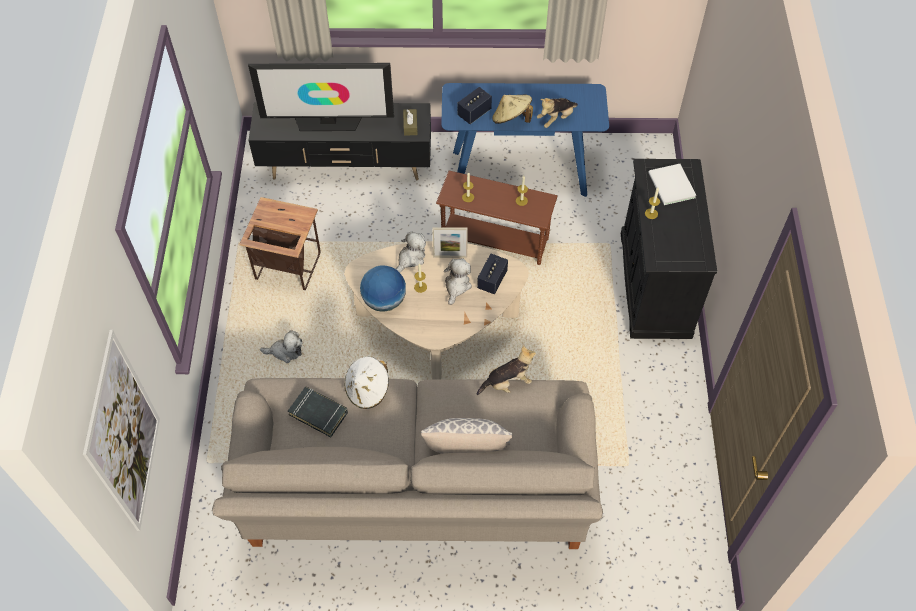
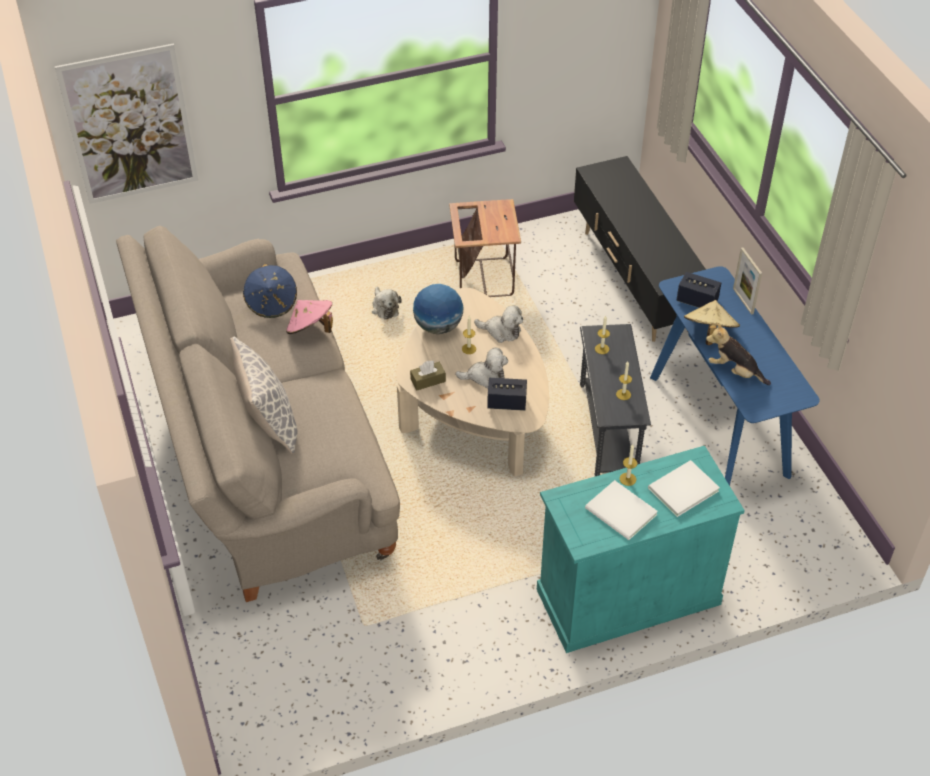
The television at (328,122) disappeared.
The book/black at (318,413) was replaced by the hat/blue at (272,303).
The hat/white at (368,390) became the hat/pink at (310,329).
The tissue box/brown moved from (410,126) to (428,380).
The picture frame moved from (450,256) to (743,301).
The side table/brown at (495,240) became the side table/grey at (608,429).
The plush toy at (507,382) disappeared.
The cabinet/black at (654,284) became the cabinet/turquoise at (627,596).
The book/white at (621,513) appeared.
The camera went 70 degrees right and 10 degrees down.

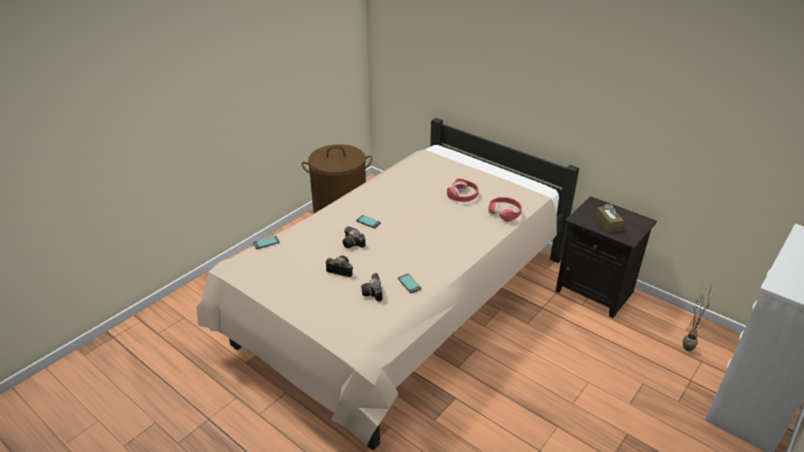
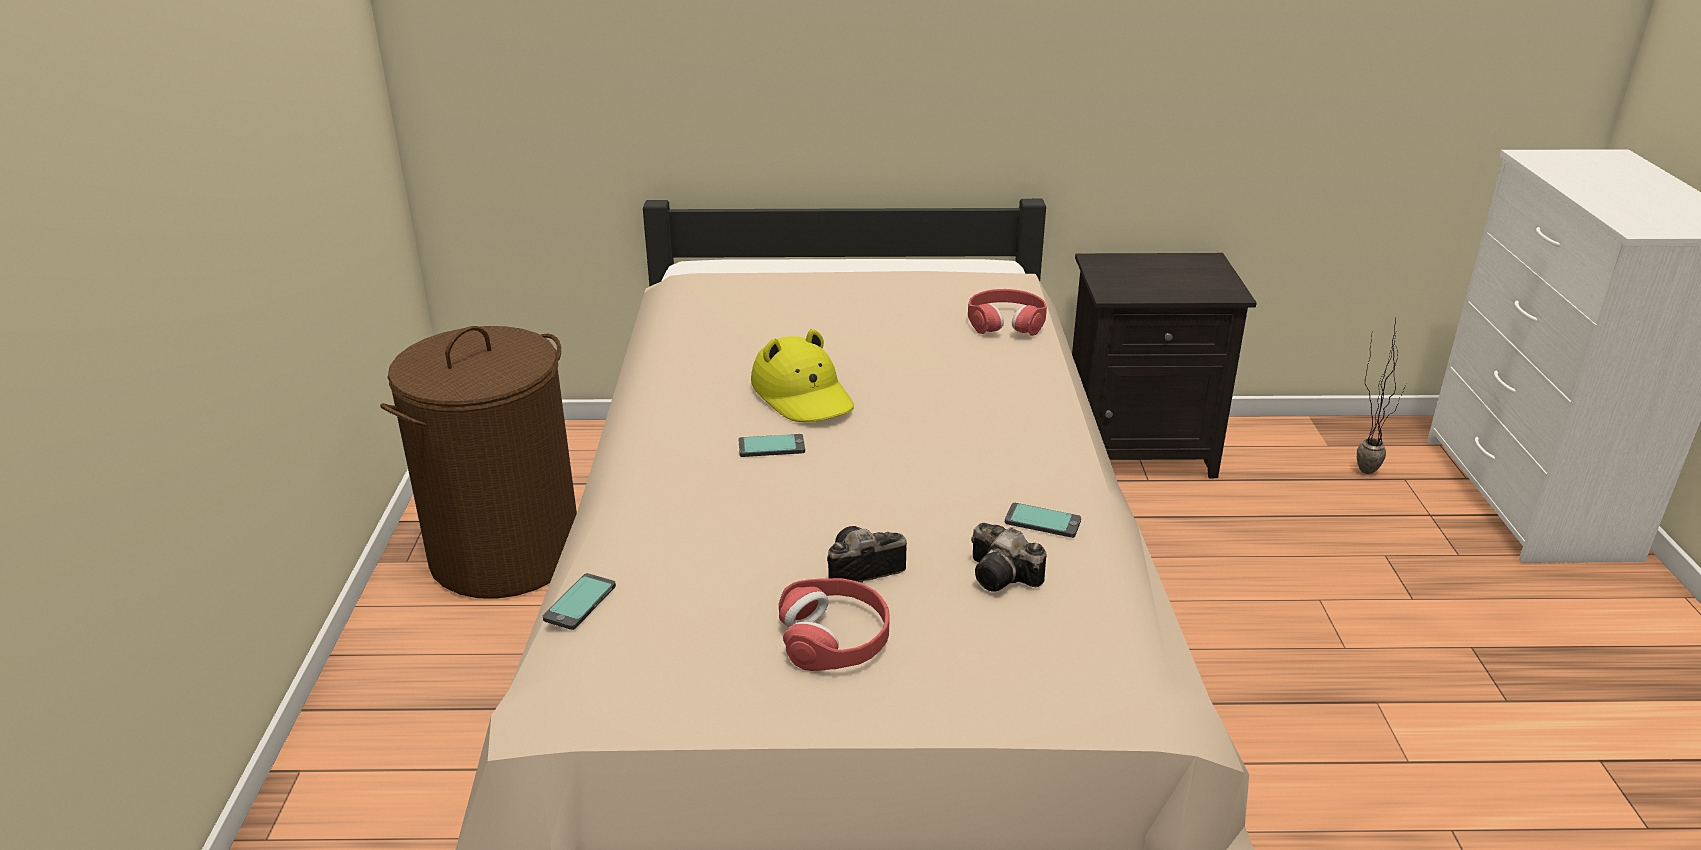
The photo camera at (353,244) disappeared.
The headphones/red moved from (463,195) to (835,637).
The tissue box/brown at (608,223) disappeared.
The hat/yellow at (803,395) appeared.
The camera went 40 degrees left and 5 degrees down.

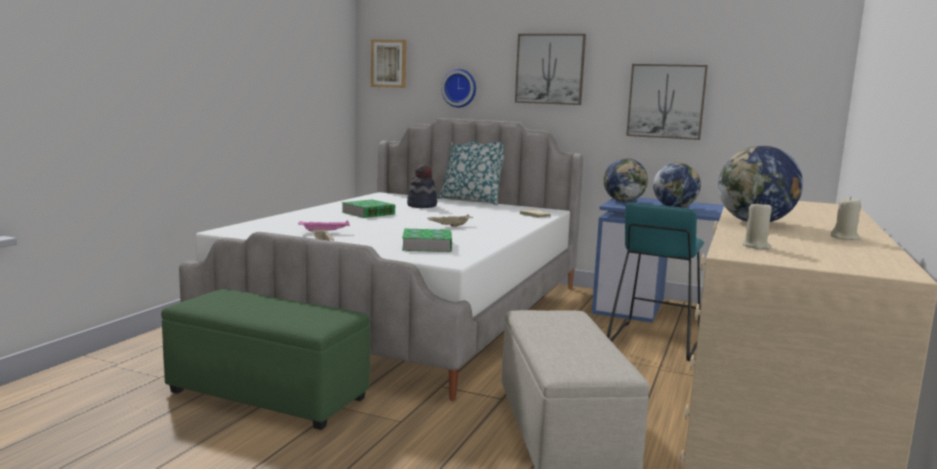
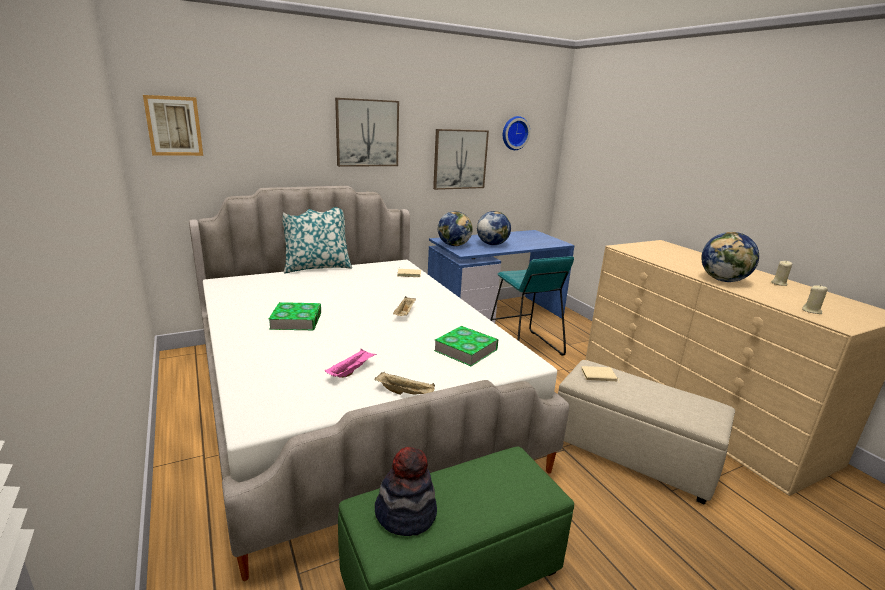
The hat moved from (422,206) to (406,514).
The wall clock moved from (460,88) to (514,133).
The book/beige at (598,376) appeared.
The camera went 50 degrees left and 10 degrees up.

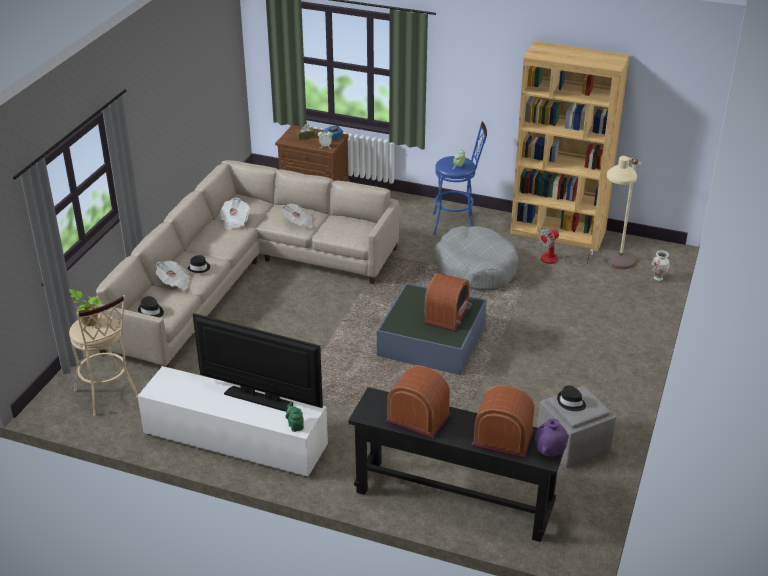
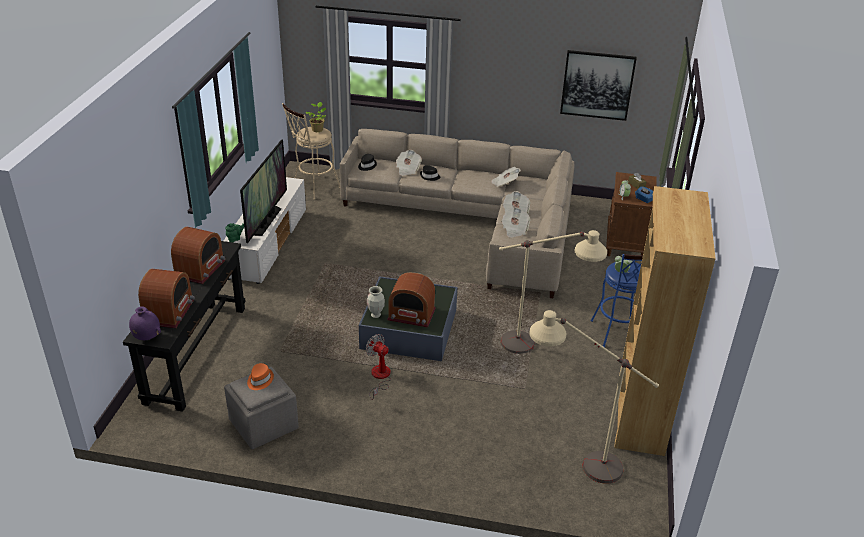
The dog bed/grey at (476,268) was replaced by the floor lamp/beige at (539,352).
The fan moved from (556,260) to (379,377).
The hat/black at (571,402) became the hat/orange at (259,380).
The vase moved from (658,278) to (375,315).
The newspaper at (514,230) appeared.
The picture at (597,85) appeared.
The camera went 80 degrees right and 0 degrees up.

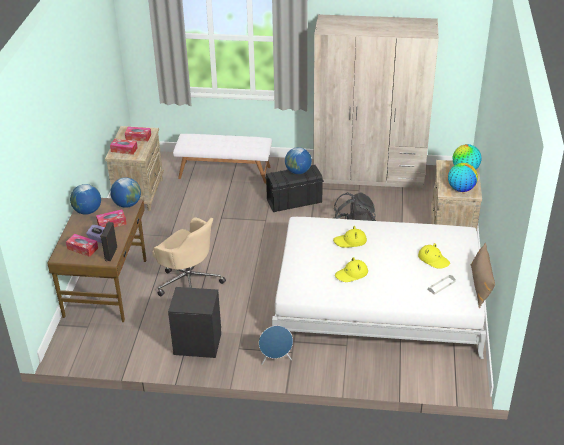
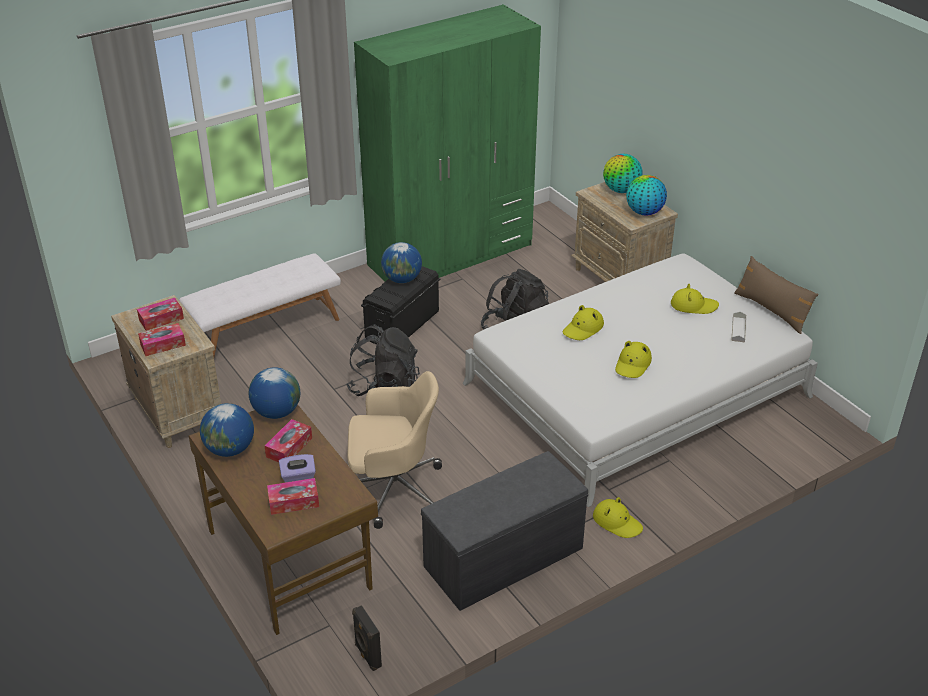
The speaker/black moved from (110,254) to (367,656).
The nightstand/black at (197,344) was replaced by the bench/grey at (503,559).
The speaker/blue at (276,360) was replaced by the hat/yellow at (617,522).
The wardrobe/beige at (369,174) became the wardrobe/green at (451,255).
The backpack/black at (384,386) appeared.
The camera went 40 degrees left and 0 degrees up.

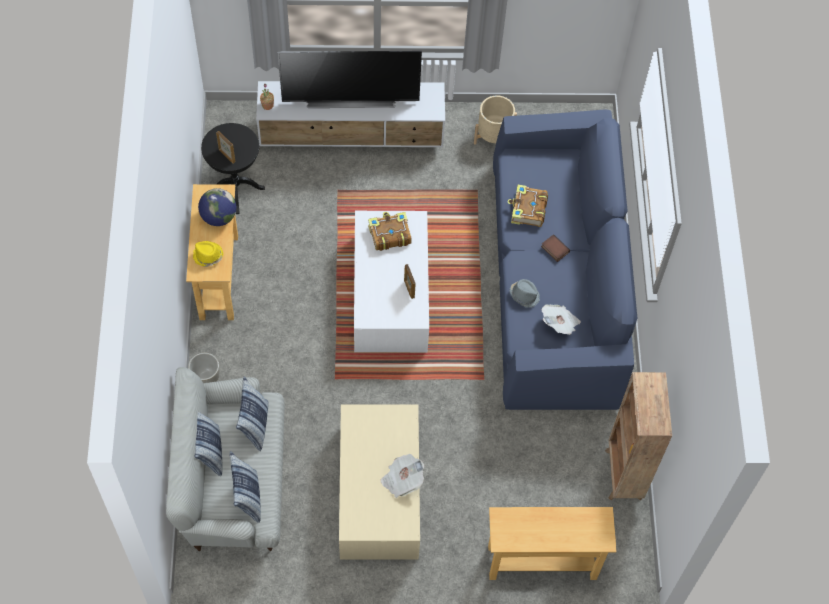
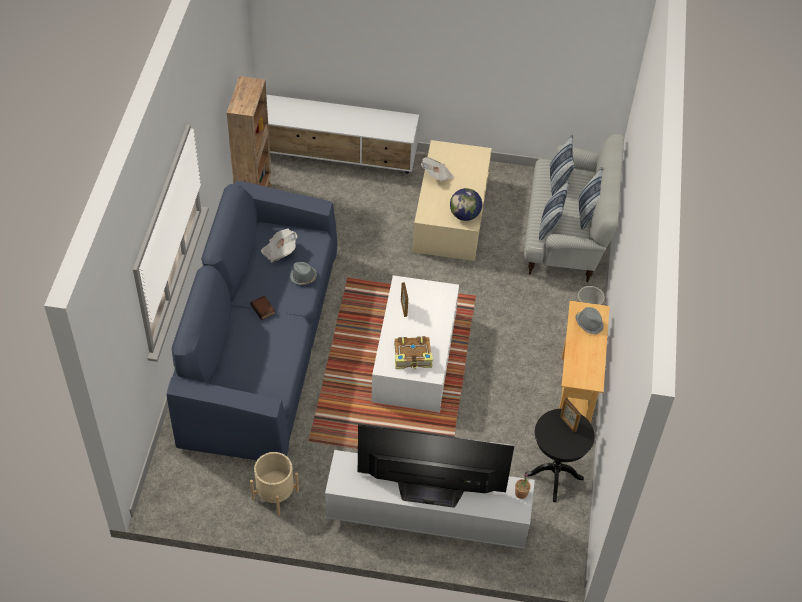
The hat/yellow at (208,256) became the hat/grey at (589,323).
The globe moved from (219,217) to (464,215).
The console table/beige at (542,562) was replaced by the tv stand/white at (336,156).
The book at (527,210) disappeared.
The camera went 170 degrees left and 10 degrees down.

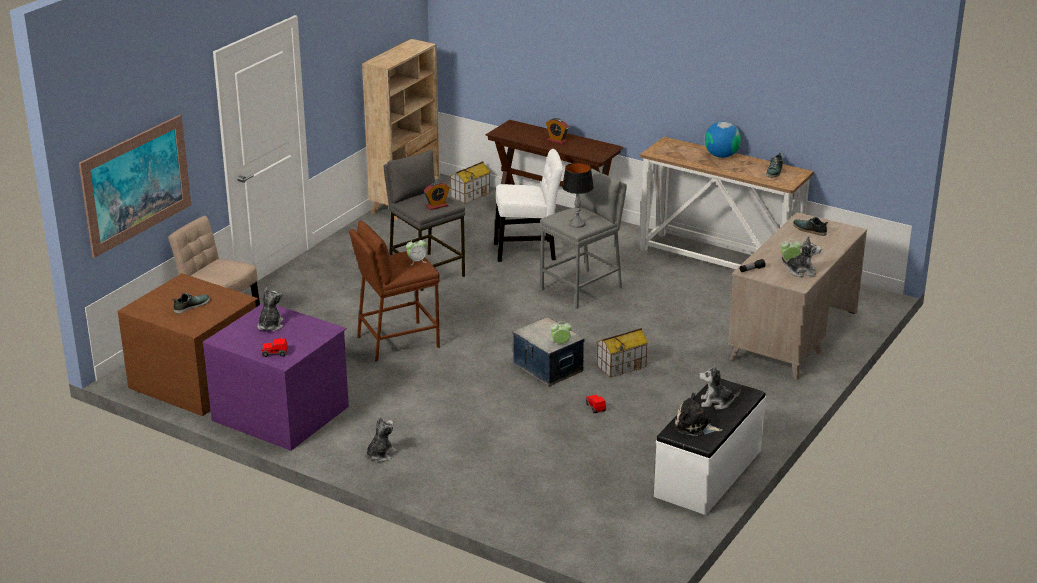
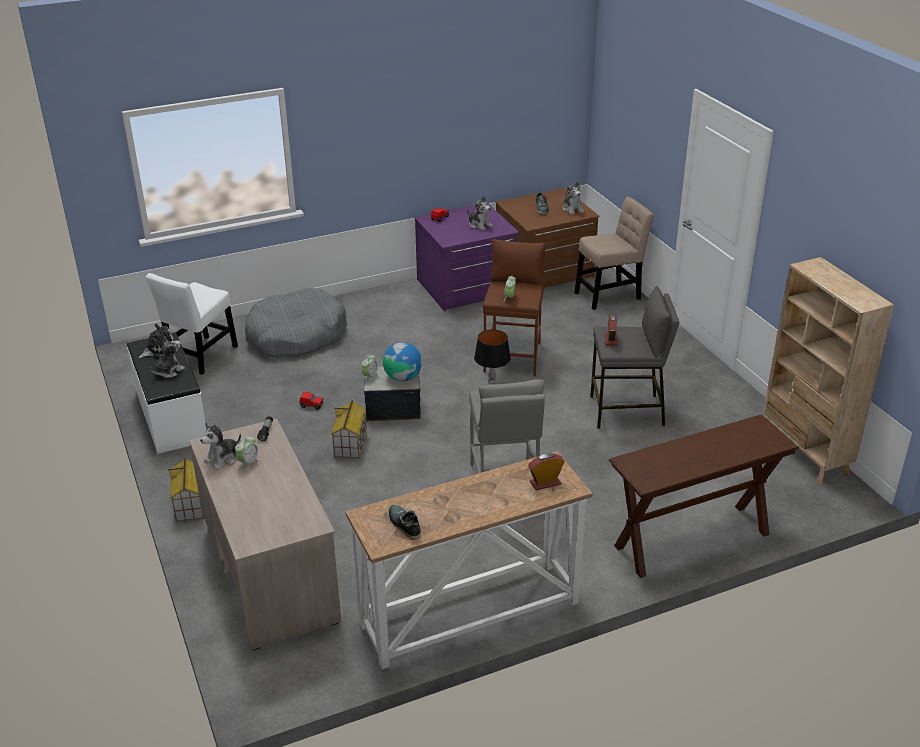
The picture at (136,184) disappeared.
The plush toy moved from (380,454) to (572,209).
The toy house moved from (470,195) to (190,505).
The chair/white moved from (528,251) to (200,357).
The alarm clock moved from (557,141) to (545,483).
The globe moved from (721,155) to (402,377).
The shoe at (809,230) disappeared.
The dog bed/grey at (296,336) appeared.
The camera went 125 degrees right and 5 degrees up.

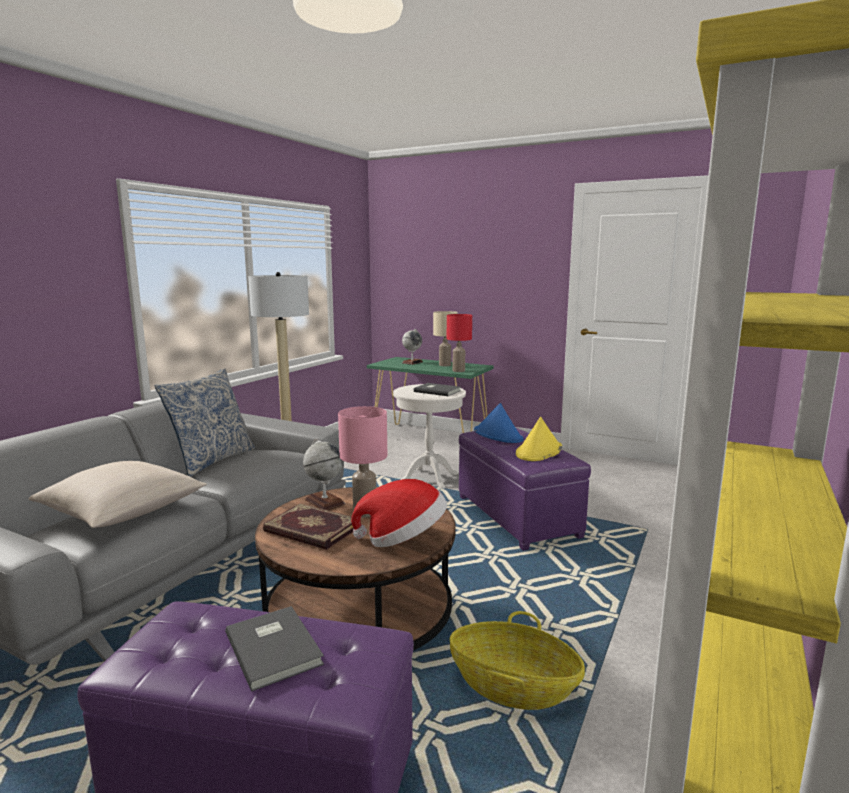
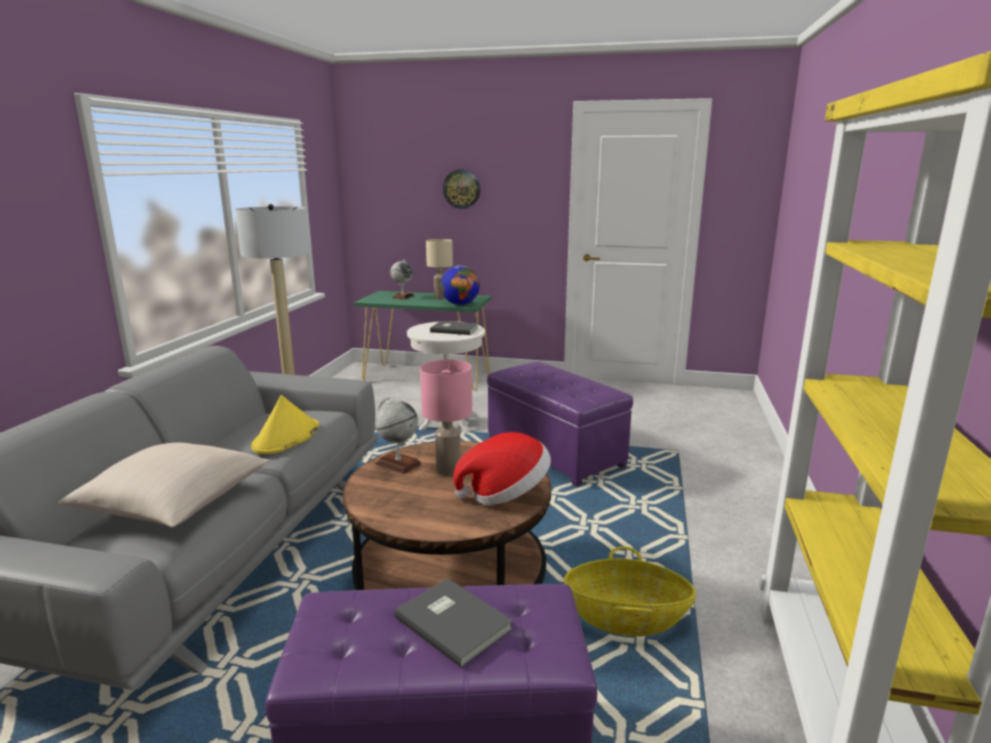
The pillow at (211,460) disappeared.
The book at (311,530) disappeared.
The table lamp/red at (458,371) was replaced by the globe at (460,304).
The hat/blue at (498,435) disappeared.
The hat/yellow moved from (539,451) to (286,437).
The wall clock at (461,189) appeared.
The camera went 15 degrees left and 5 degrees up.

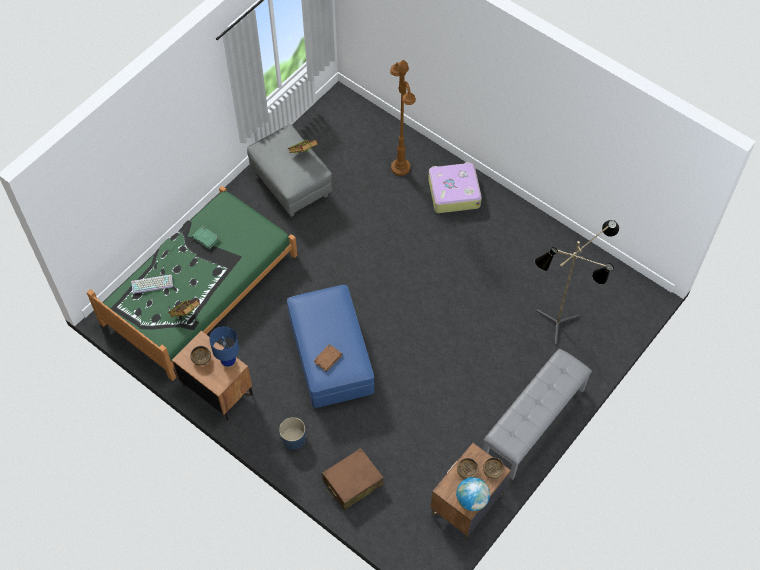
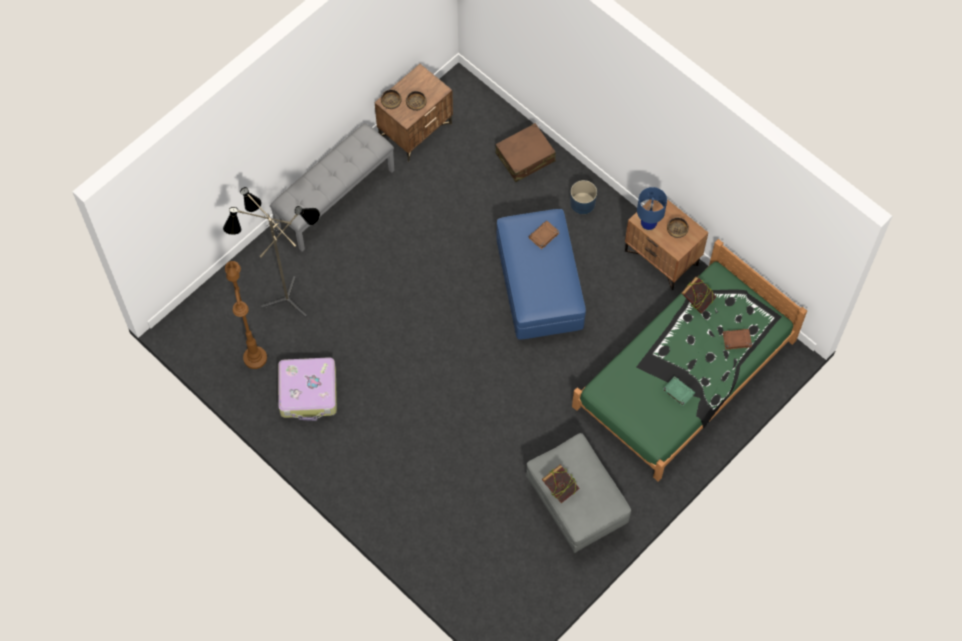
The keyboard at (152,283) was replaced by the book/brown at (736,340).
The floor lamp/brown moved from (400,167) to (255,358).
The suitcase moved from (453,192) to (308,392).
The globe at (472,500) disappeared.
The camera went 175 degrees left and 5 degrees up.

